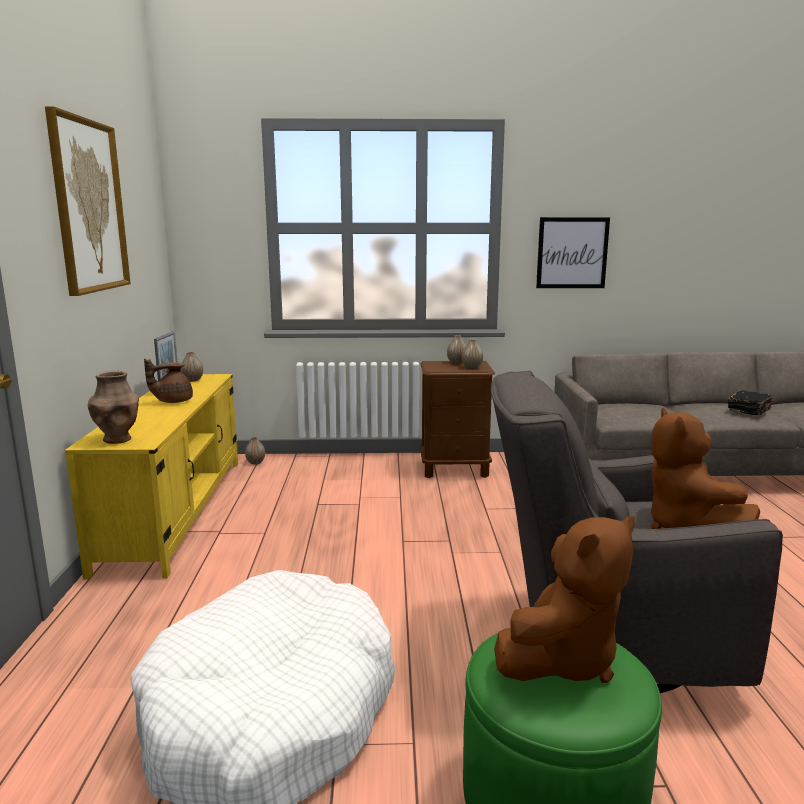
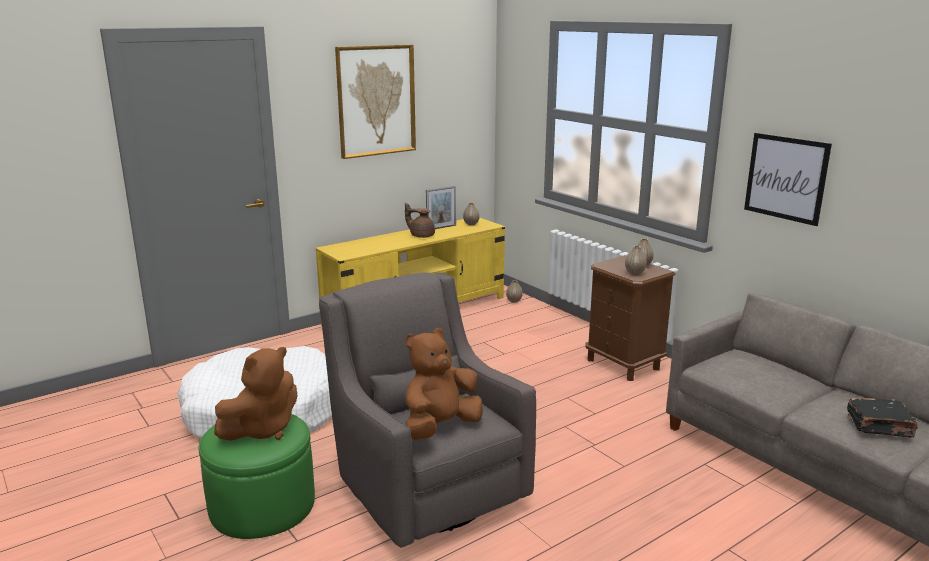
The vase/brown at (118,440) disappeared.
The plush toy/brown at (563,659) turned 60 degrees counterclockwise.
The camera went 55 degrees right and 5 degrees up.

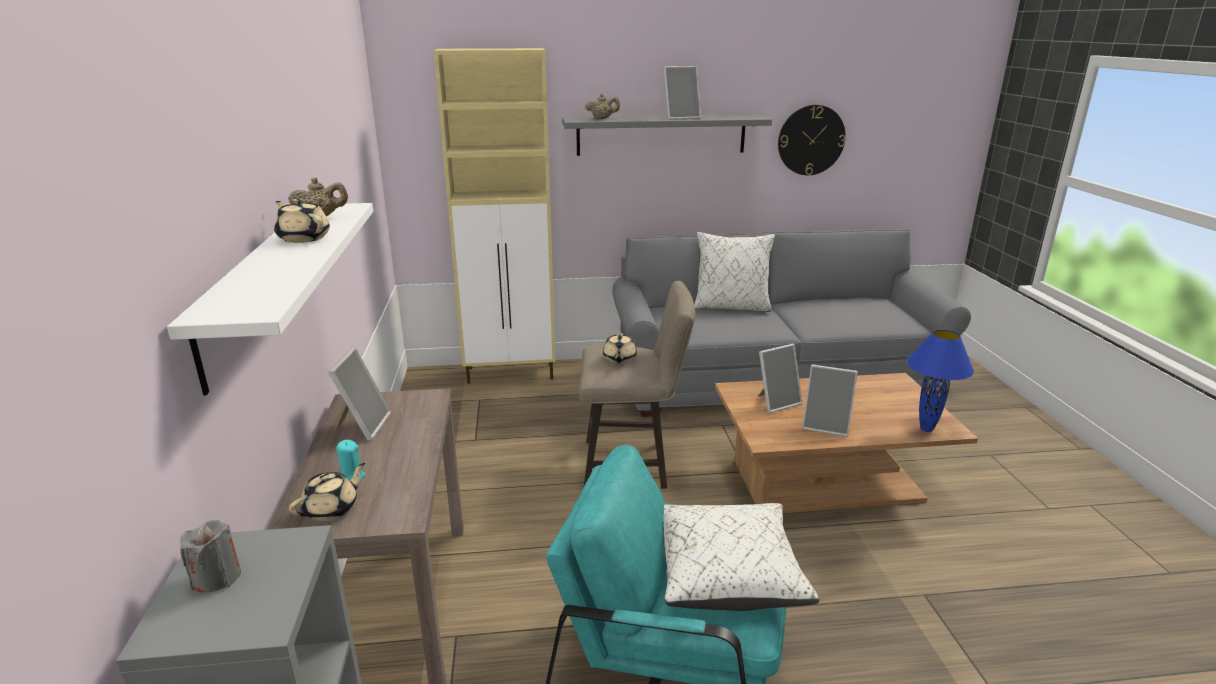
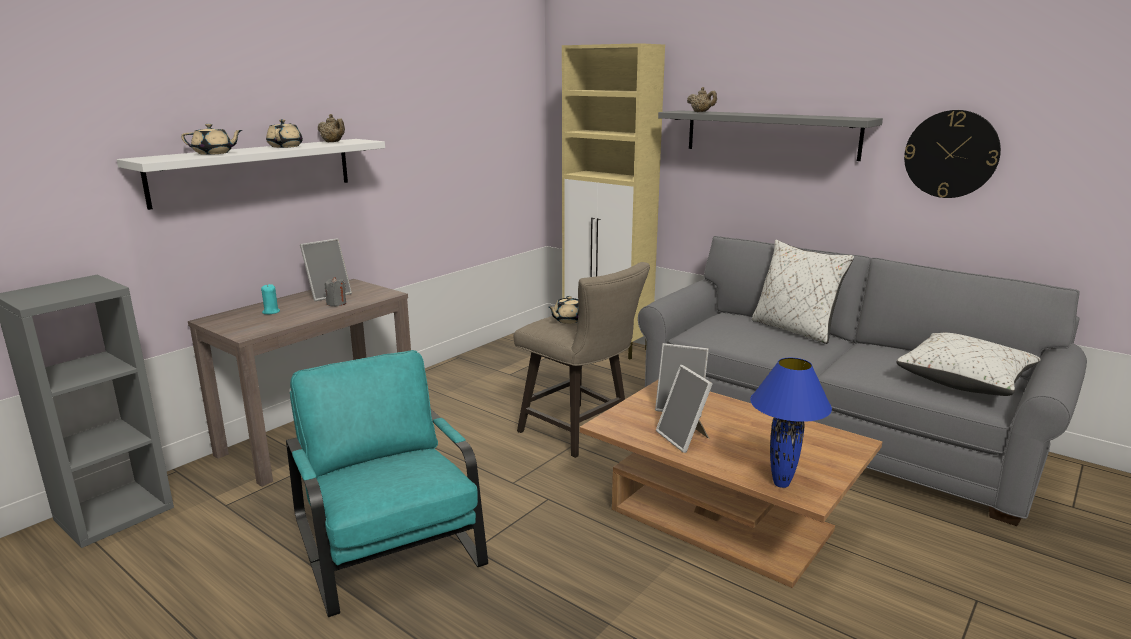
The candle/grey moved from (217,577) to (336,303).
The teapot/beige moved from (332,509) to (214,153).
The pillow/white moved from (726,573) to (964,380).
The picture frame at (680,117) disappeared.
The camera went 45 degrees right and 5 degrees down.

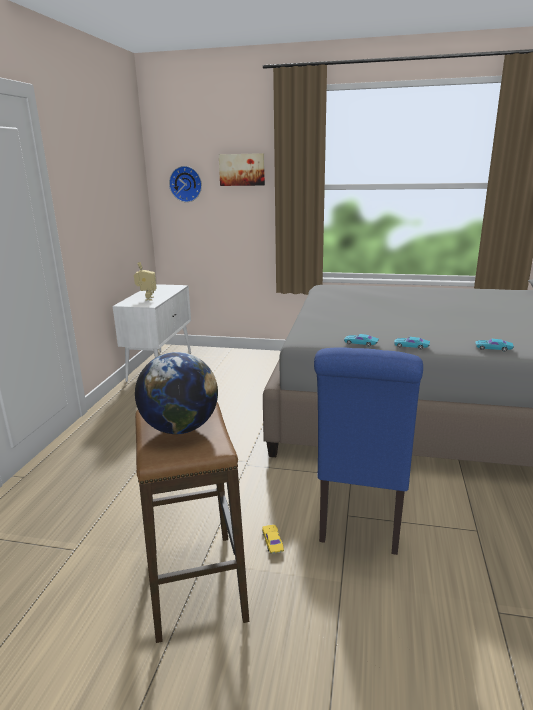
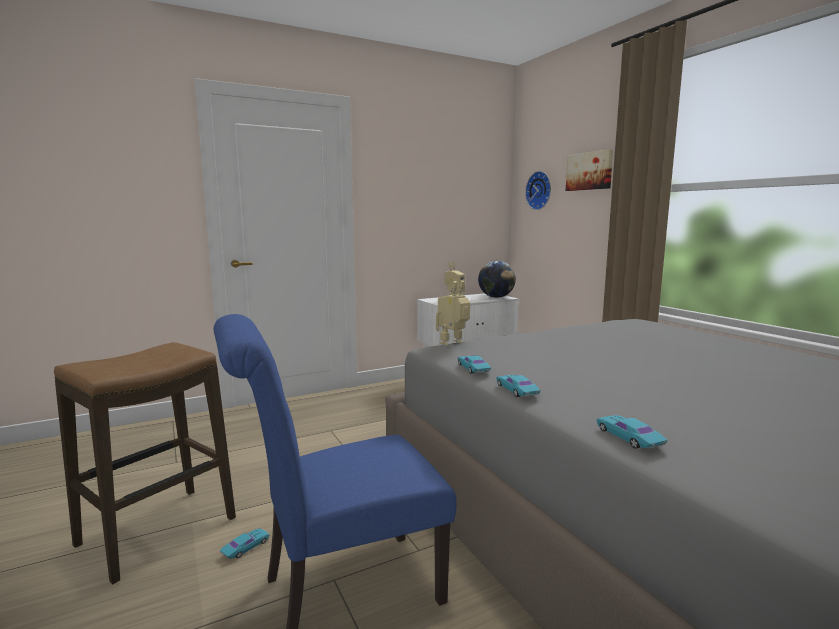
The globe moved from (180,428) to (496,297).
The toy car/yellow at (272,542) became the toy car/turquoise at (245,547).
The toy robot at (453,344) appeared.
The camera went 50 degrees right and 10 degrees down.

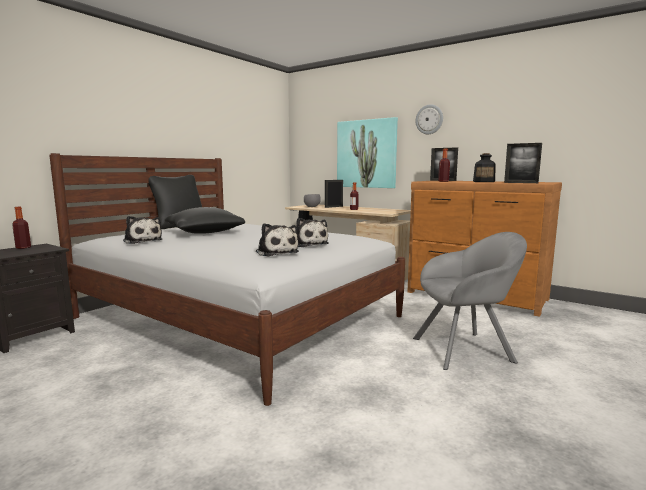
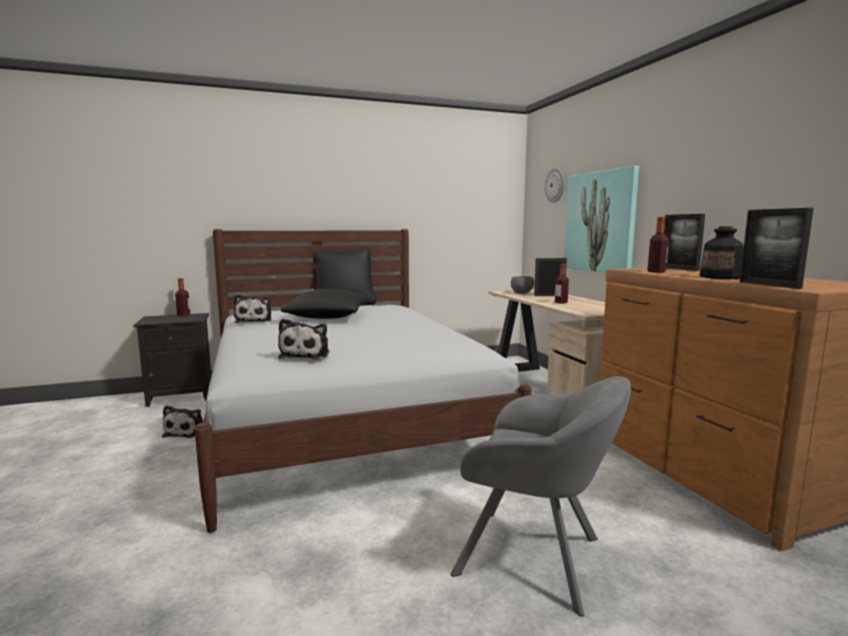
The plush toy moved from (308,244) to (187,431).
The wall clock moved from (429,119) to (555,185).
The camera went 35 degrees right and 0 degrees up.

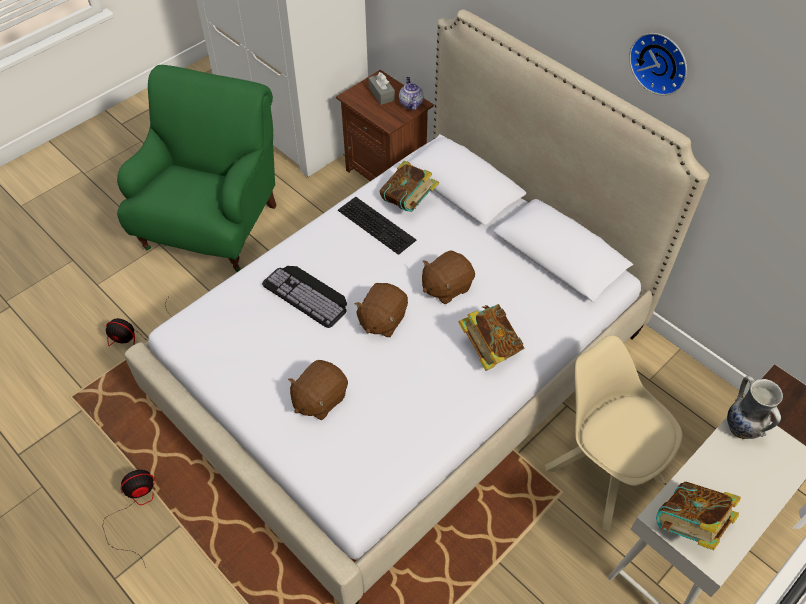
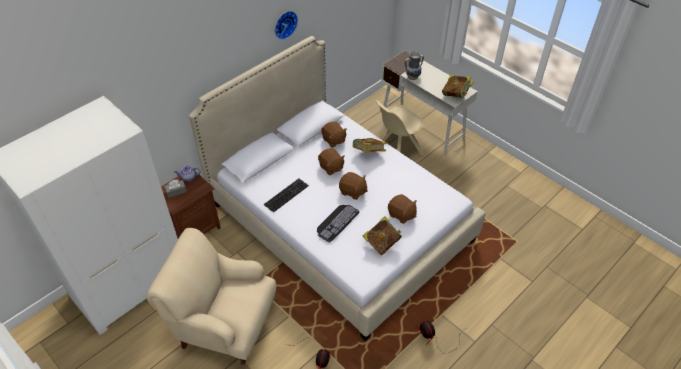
The armchair/green at (213,225) became the armchair/beige at (225,325).
The book moved from (408,202) to (381,243).
The plush toy/brown at (333,140) appeared.
The camera went 90 degrees left and 5 degrees down.

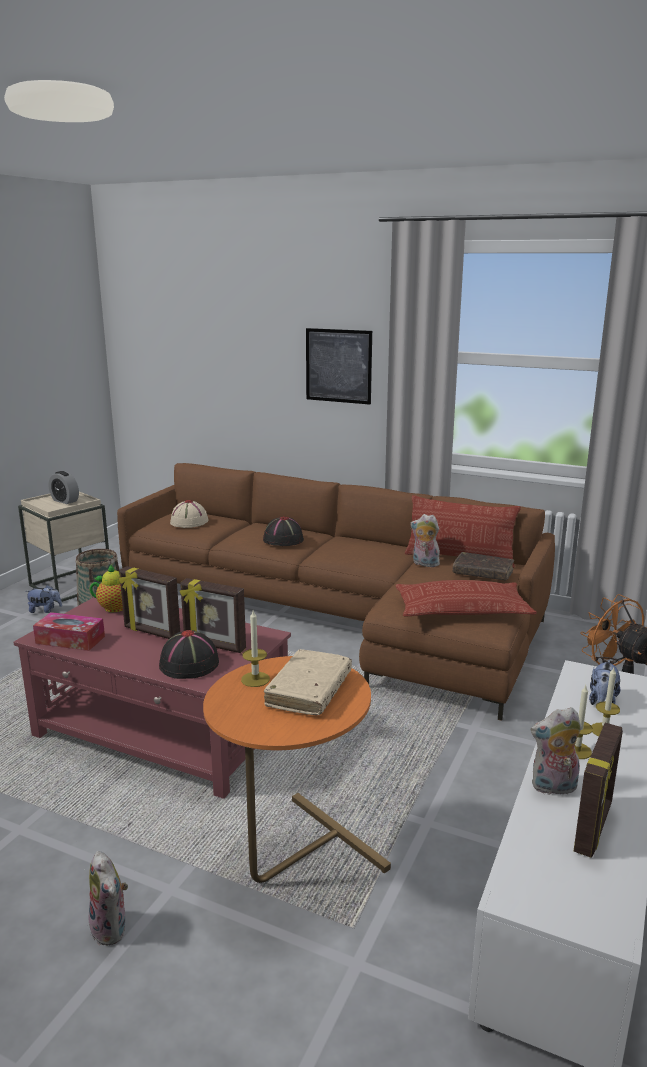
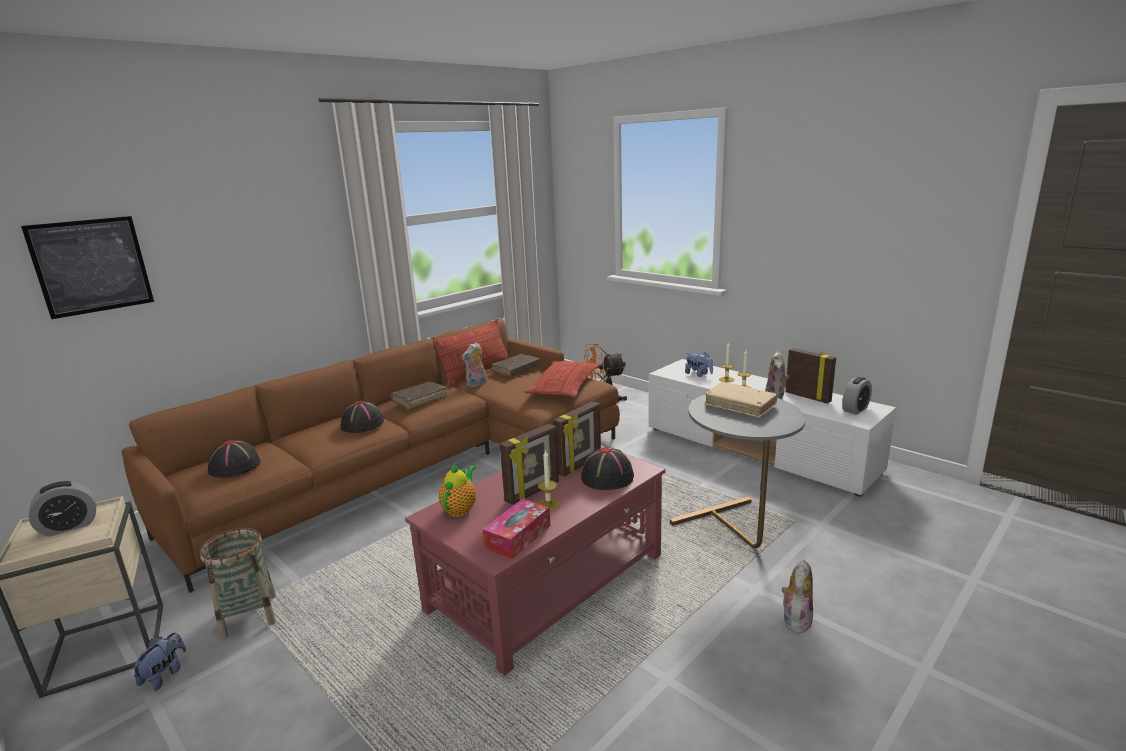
The plush toy at (112,928) turned 45 degrees counterclockwise.
The hat/beige at (189,522) became the hat/black at (235,467).
The side table/orange at (293,862) became the side table/grey at (736,534).
The candle moved from (255,679) to (548,504).
The picture moved from (338,366) to (91,266).
The book/brown at (419,400) appeared.
The alarm clock at (855,409) appeared.
The camera went 70 degrees left and 0 degrees up.

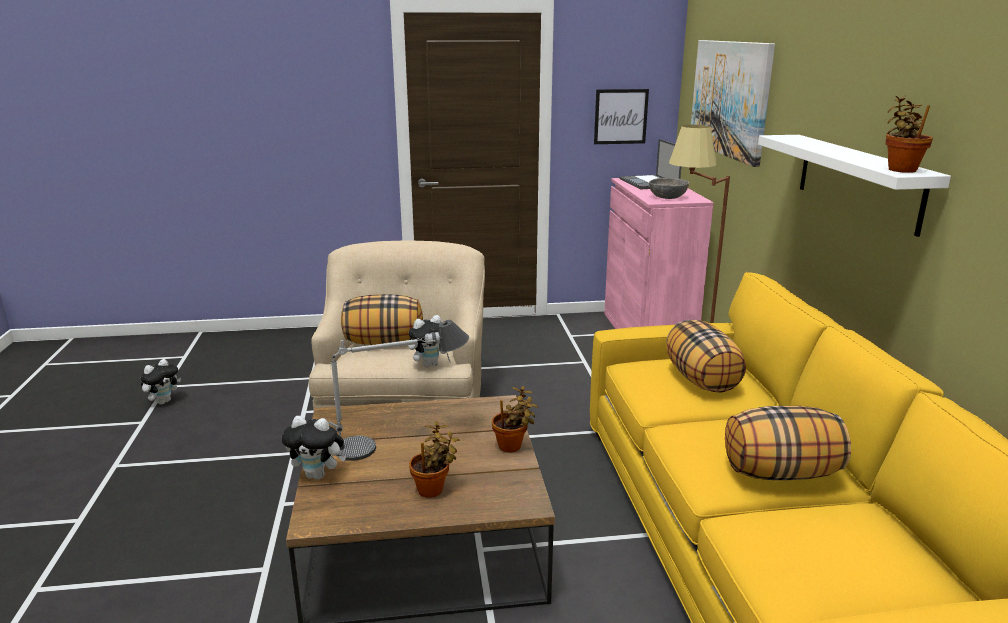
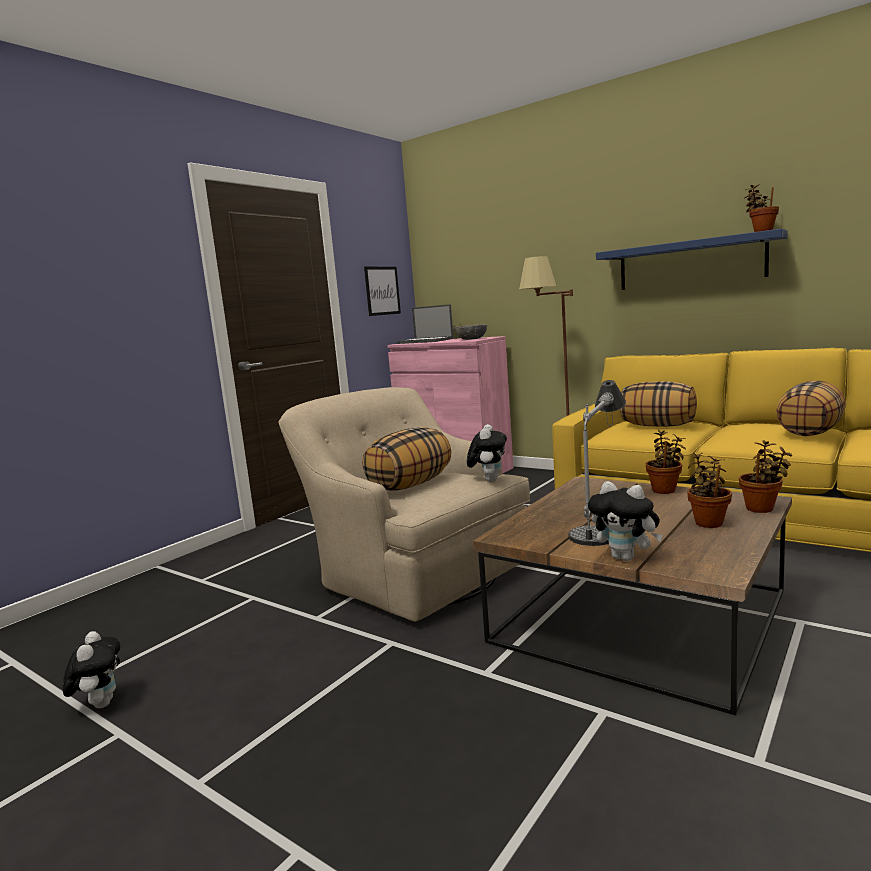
The plush toy at (318,475) turned 75 degrees clockwise.
The picture at (730,98) disappeared.
The shelf/white at (858,181) became the shelf/blue at (690,263).
The potted plant at (762,508) appeared.
The camera went 45 degrees left and 10 degrees down.

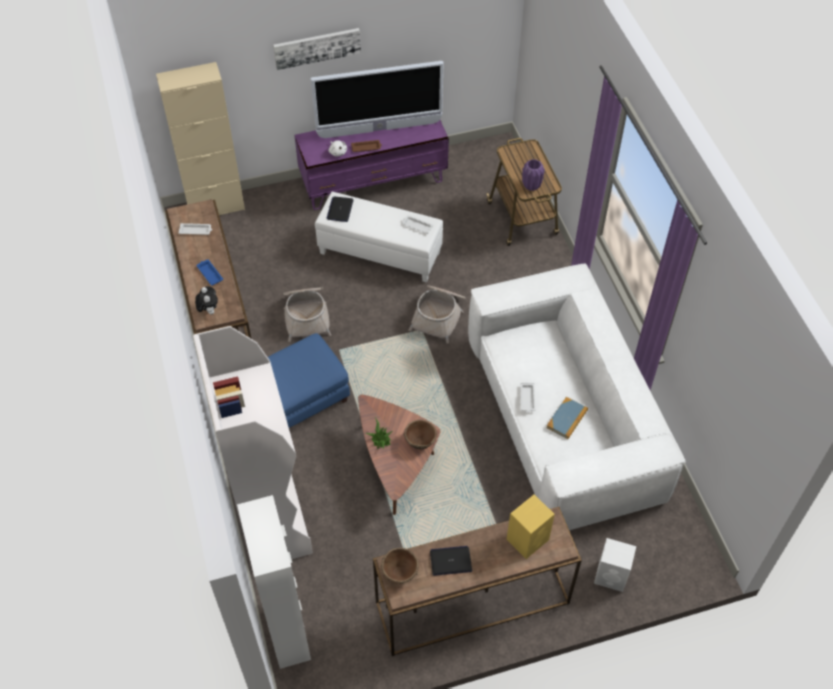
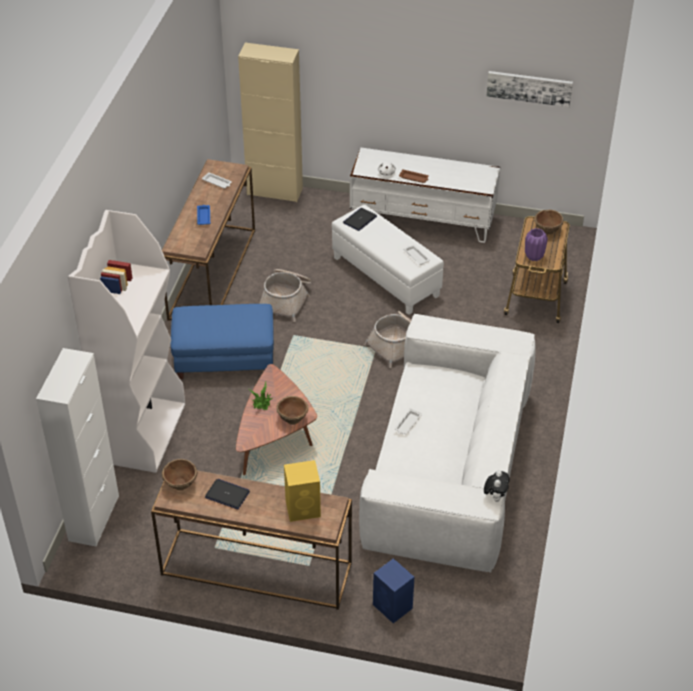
The plush toy moved from (208,310) to (495,496).
The picture moved from (317,47) to (529,88).
The tv stand/purple at (373,182) became the tv stand/white at (423,221).
The television at (379,129) disappeared.
The book at (567,419) disappeared.
The speaker/white at (612,576) became the speaker/blue at (393,607).
The bowl/brown at (547,230) appeared.
The camera went 30 degrees right and 10 degrees down.

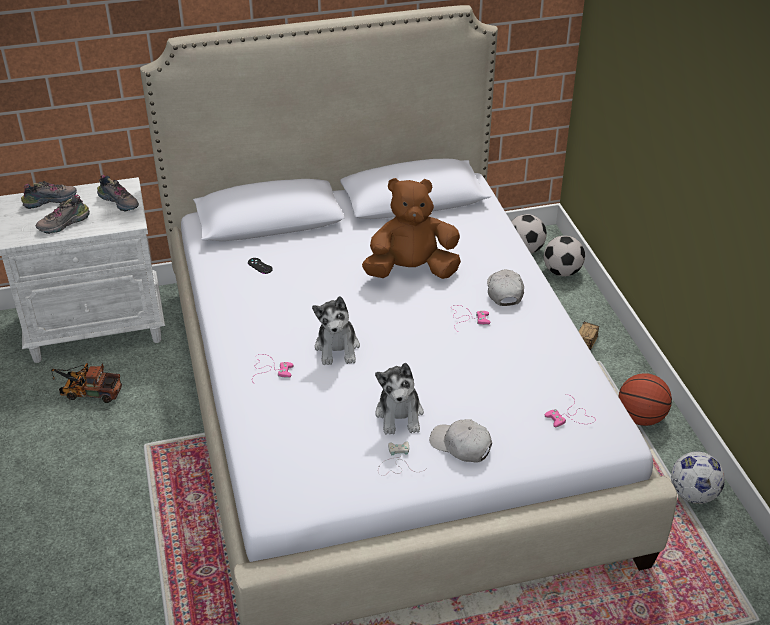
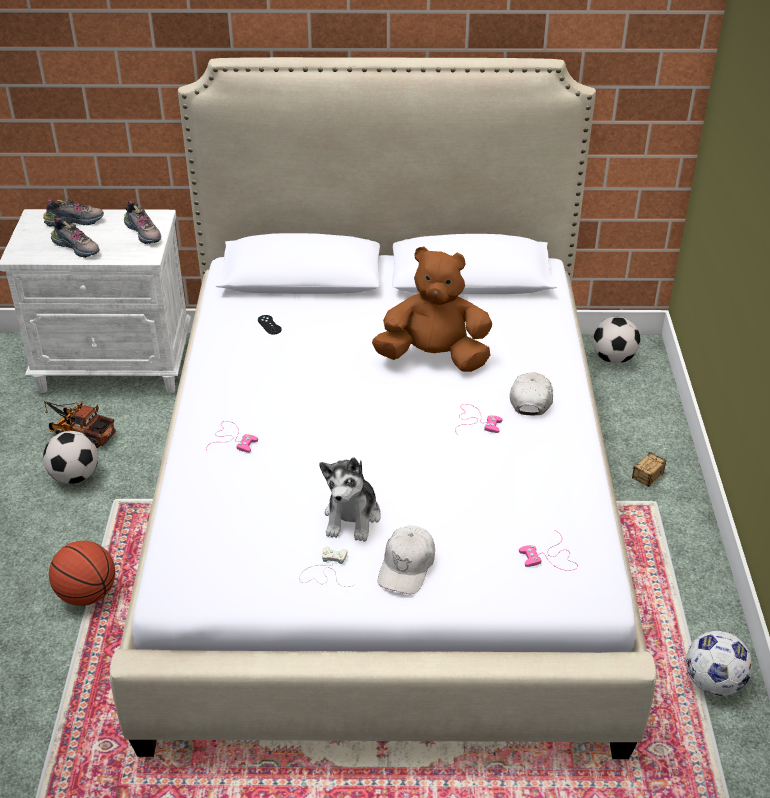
The shoe at (64,224) turned 120 degrees counterclockwise.
The plush toy at (337,348) disappeared.
The cap/white at (461,446) turned 120 degrees counterclockwise.
The football moved from (562,272) to (75,476).
The basketball moved from (640,418) to (87,594).
The camera went 15 degrees right and 0 degrees up.

